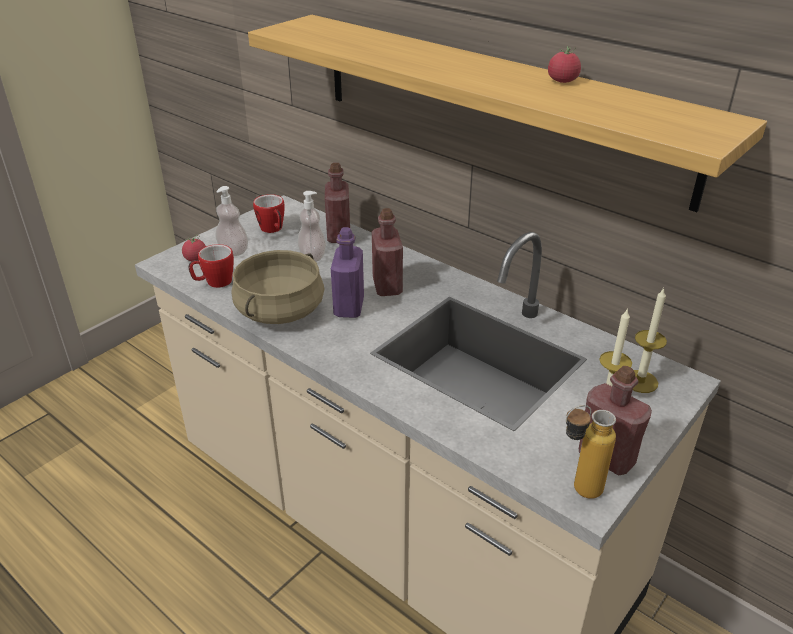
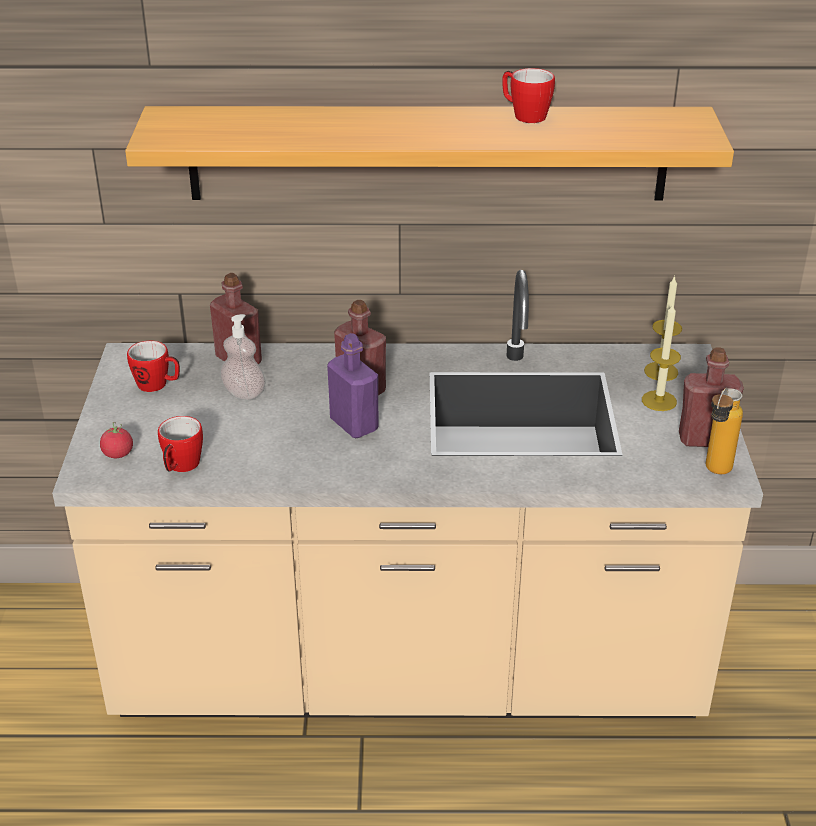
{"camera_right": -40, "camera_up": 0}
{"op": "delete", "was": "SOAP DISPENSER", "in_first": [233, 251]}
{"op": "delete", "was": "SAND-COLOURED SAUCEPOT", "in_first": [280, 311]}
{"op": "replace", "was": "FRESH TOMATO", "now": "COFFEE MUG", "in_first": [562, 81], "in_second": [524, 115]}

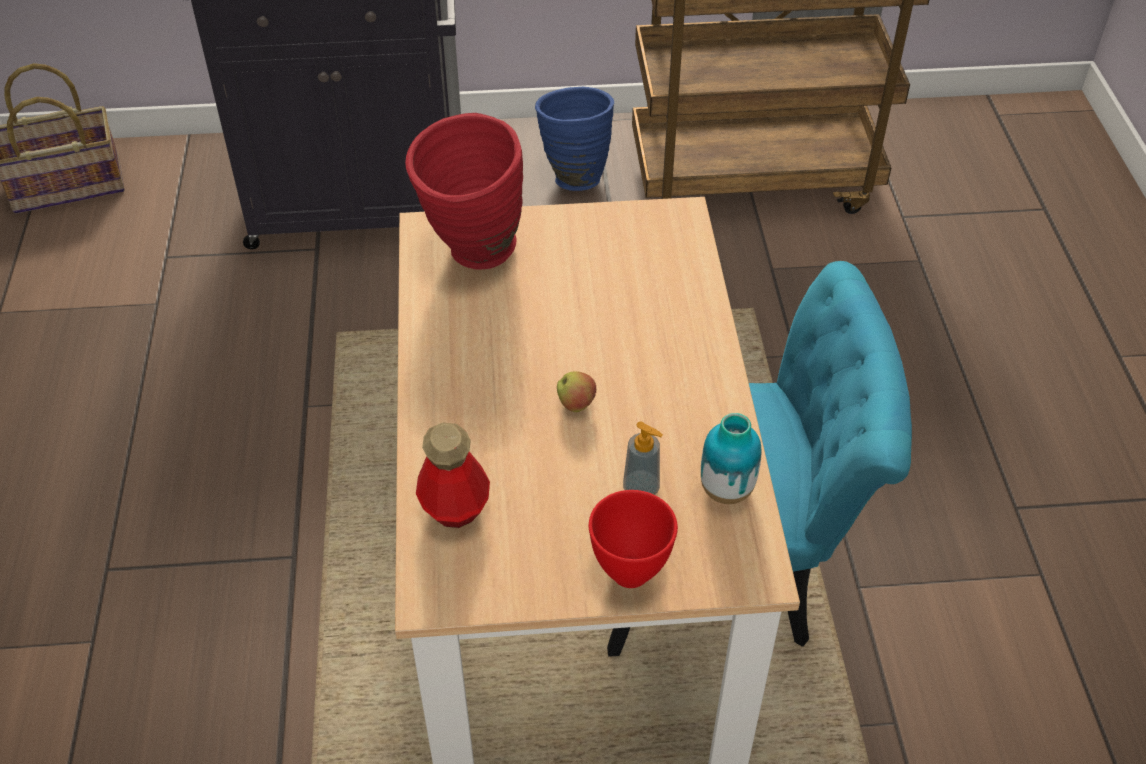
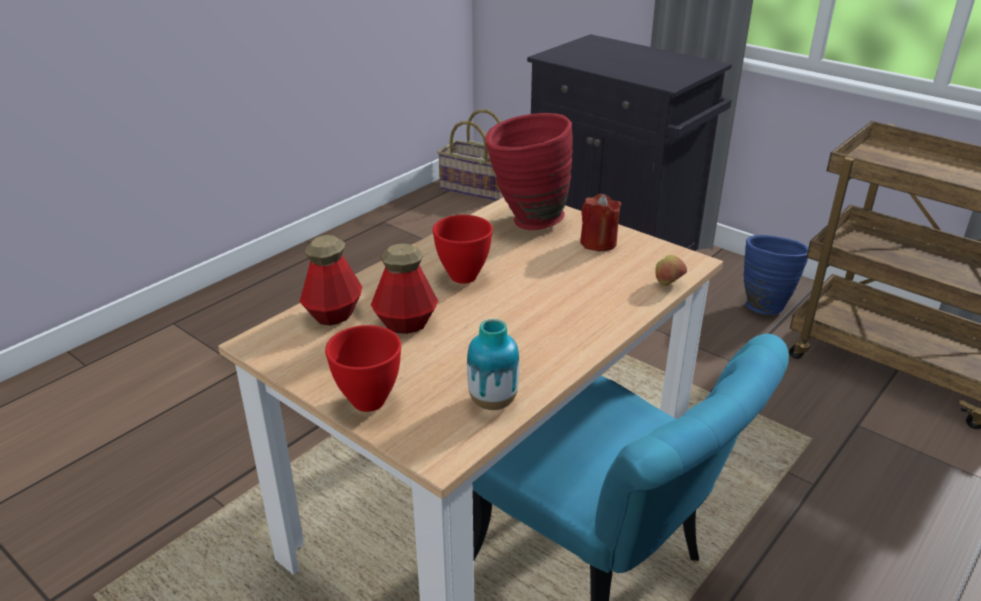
{"camera_right": 45, "camera_up": -15}
{"op": "delete", "was": "SOAP DISPENSER", "in_first": [641, 489]}
{"op": "insert", "now": "BOTTLE", "in_second": [406, 323]}
{"op": "insert", "now": "REDDISH BOWL", "in_second": [464, 276]}
{"op": "insert", "now": "REDDISH WAX LIGHT", "in_second": [598, 243]}
{"op": "move", "was": "WHOLE APPLE", "in_first": [576, 404], "in_second": [668, 284]}

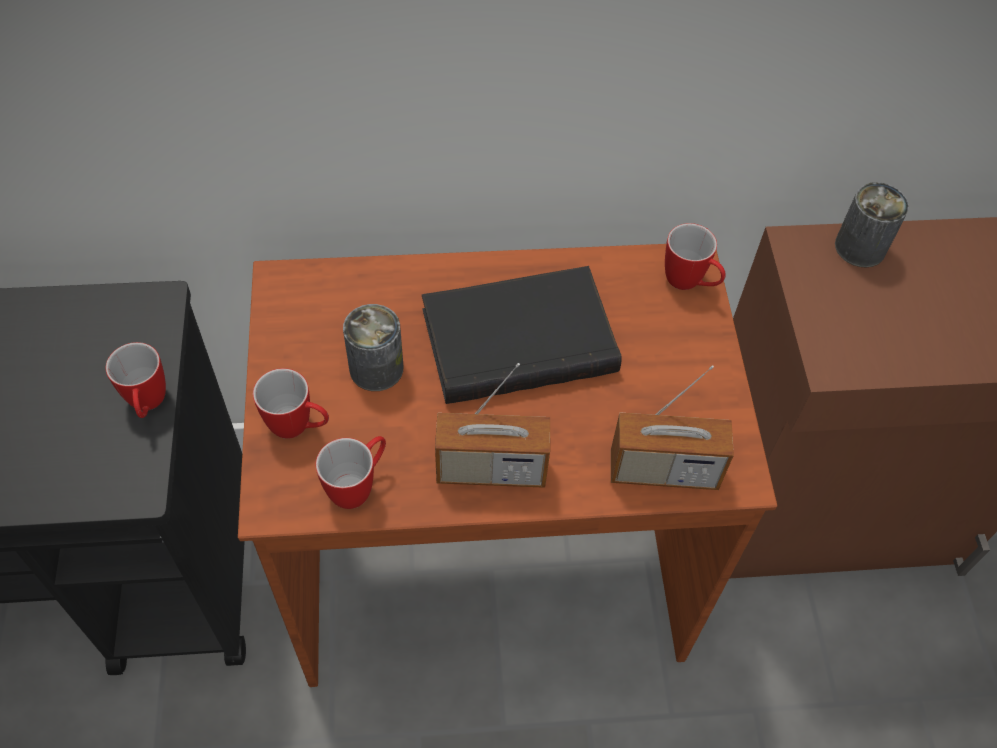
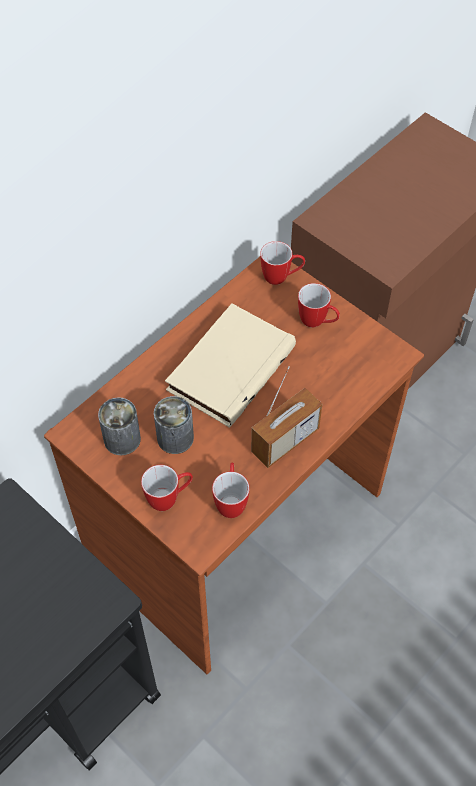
{"camera_right": -40, "camera_up": 0}
{"op": "delete", "was": "RADIO SET", "in_first": [663, 471]}
{"op": "move", "was": "COFFEE MUG", "in_first": [148, 405], "in_second": [317, 322]}
{"op": "move", "was": "CAN", "in_first": [860, 247], "in_second": [122, 439]}
{"op": "recolor", "was": "BLACK VOLUME", "now": "SAND-COLOURED VOLUME", "in_first": [519, 337], "in_second": [229, 367]}

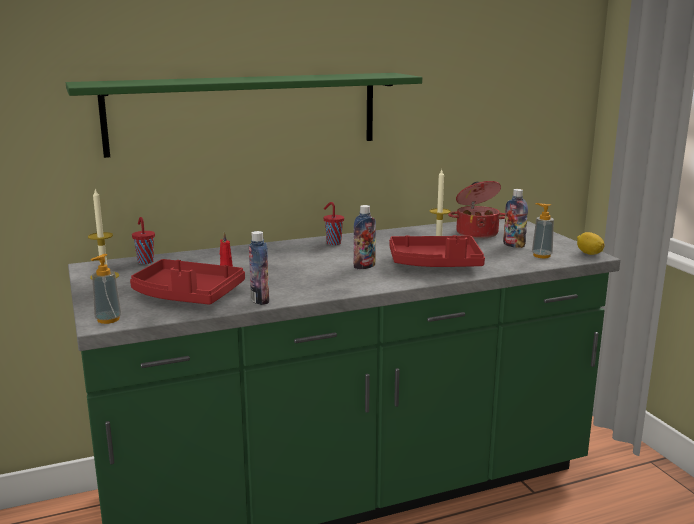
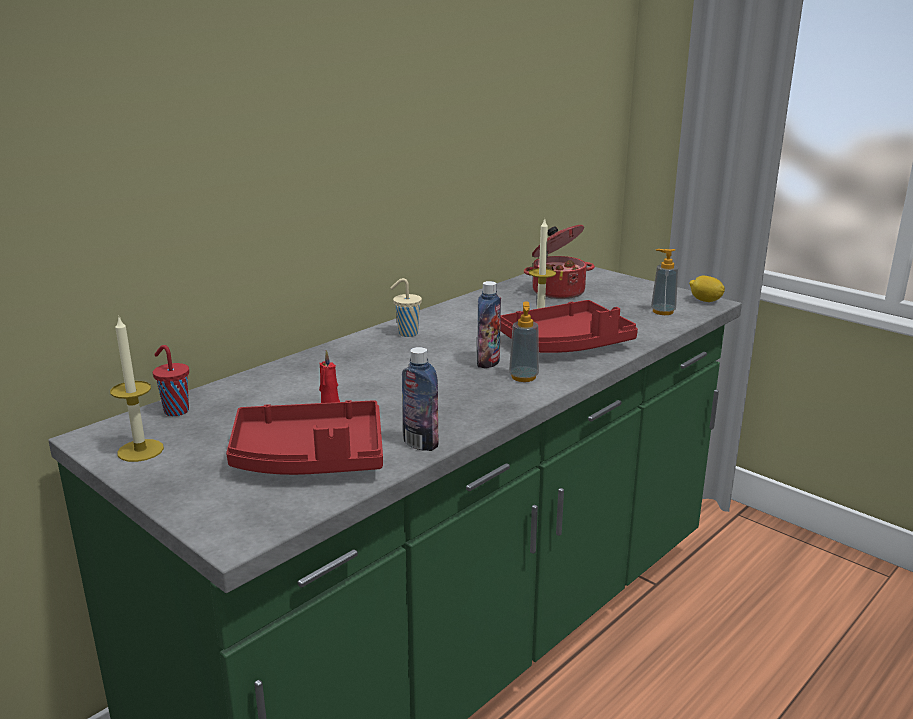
{"camera_right": -25, "camera_up": 5}
{"op": "delete", "was": "GREEN-COLOURED WALL SHELF", "in_first": [244, 113]}
{"op": "delete", "was": "BOTTLE", "in_first": [513, 245]}
{"op": "move", "was": "SOAP DISPENSER", "in_first": [108, 319], "in_second": [523, 377]}
{"op": "recolor", "was": "REDDISH SMALL CUP", "now": "SAND-COLOURED SMALL CUP", "in_first": [333, 243], "in_second": [406, 333]}

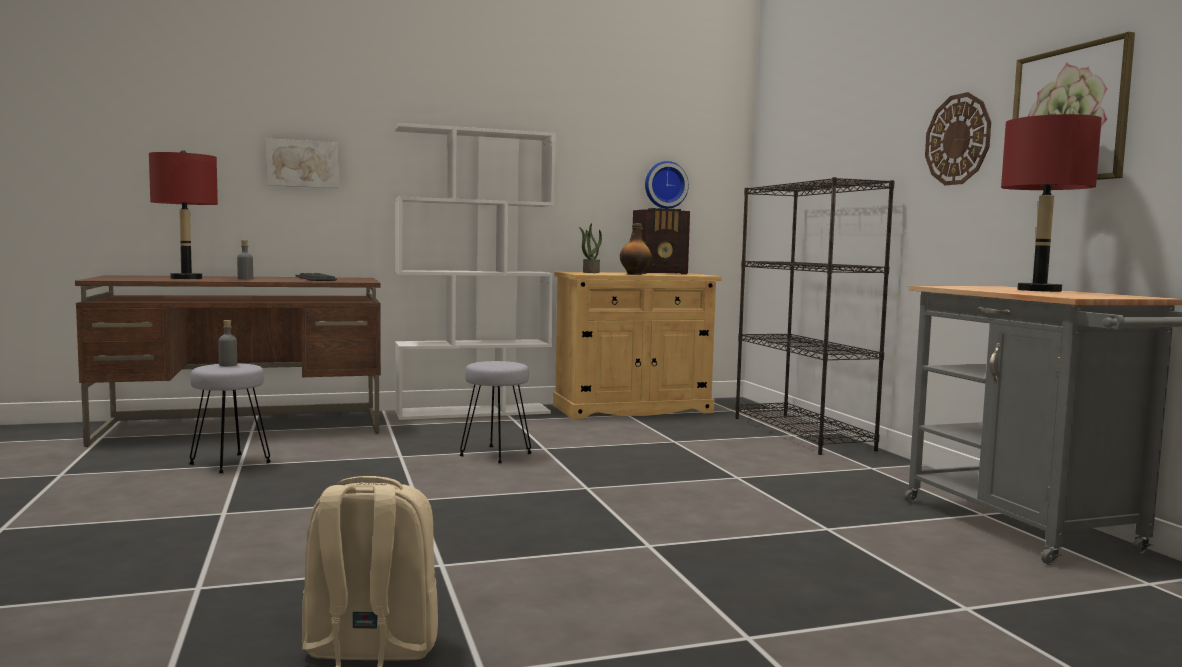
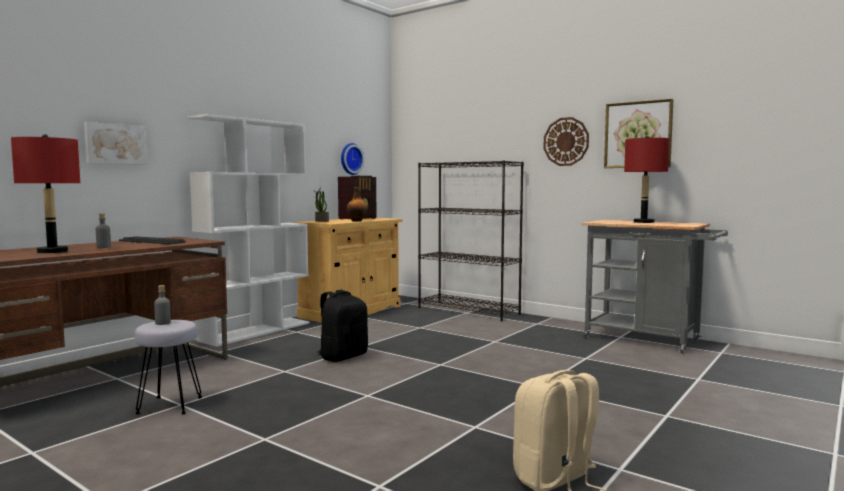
{"camera_right": -35, "camera_up": 0}
{"op": "replace", "was": "GREYISH STOOL SEAT", "now": "BLACK KNAPSACK", "in_first": [496, 454], "in_second": [343, 356]}

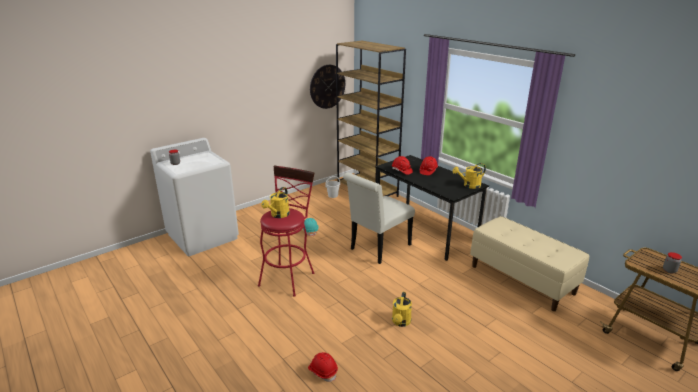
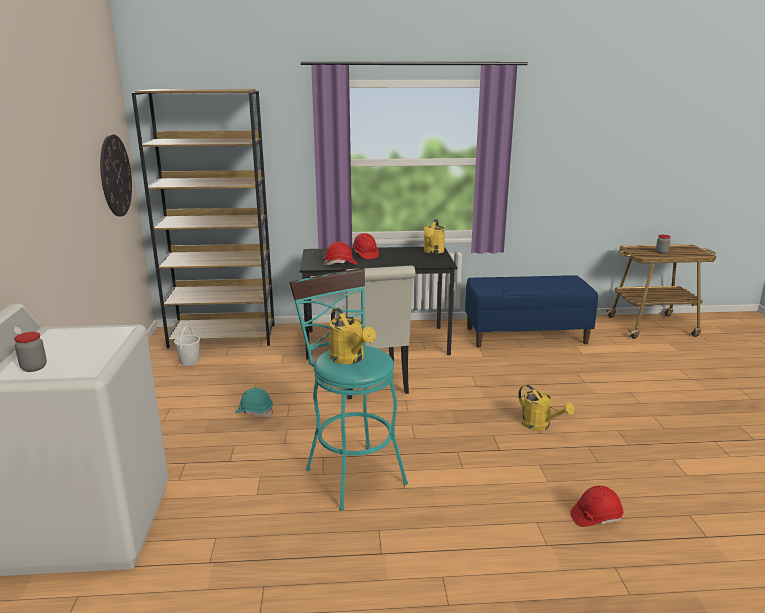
{"camera_right": -55, "camera_up": -5}
{"op": "recolor", "was": "REDDISH STOOL SEAT", "now": "TURQUOISE-COLOURED STOOL SEAT", "in_first": [289, 276], "in_second": [351, 471]}
{"op": "recolor", "was": "SAND-COLOURED INDOOR BENCH", "now": "BLUISH INDOOR BENCH", "in_first": [522, 279], "in_second": [526, 335]}

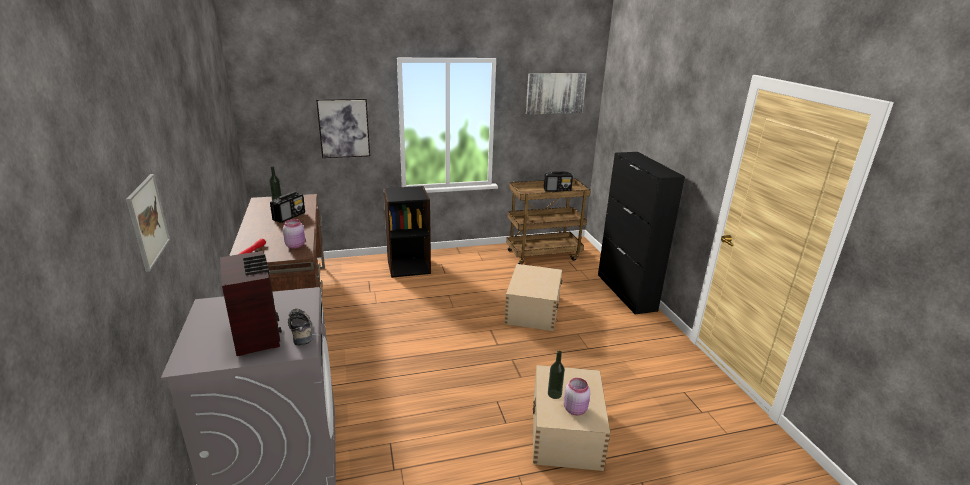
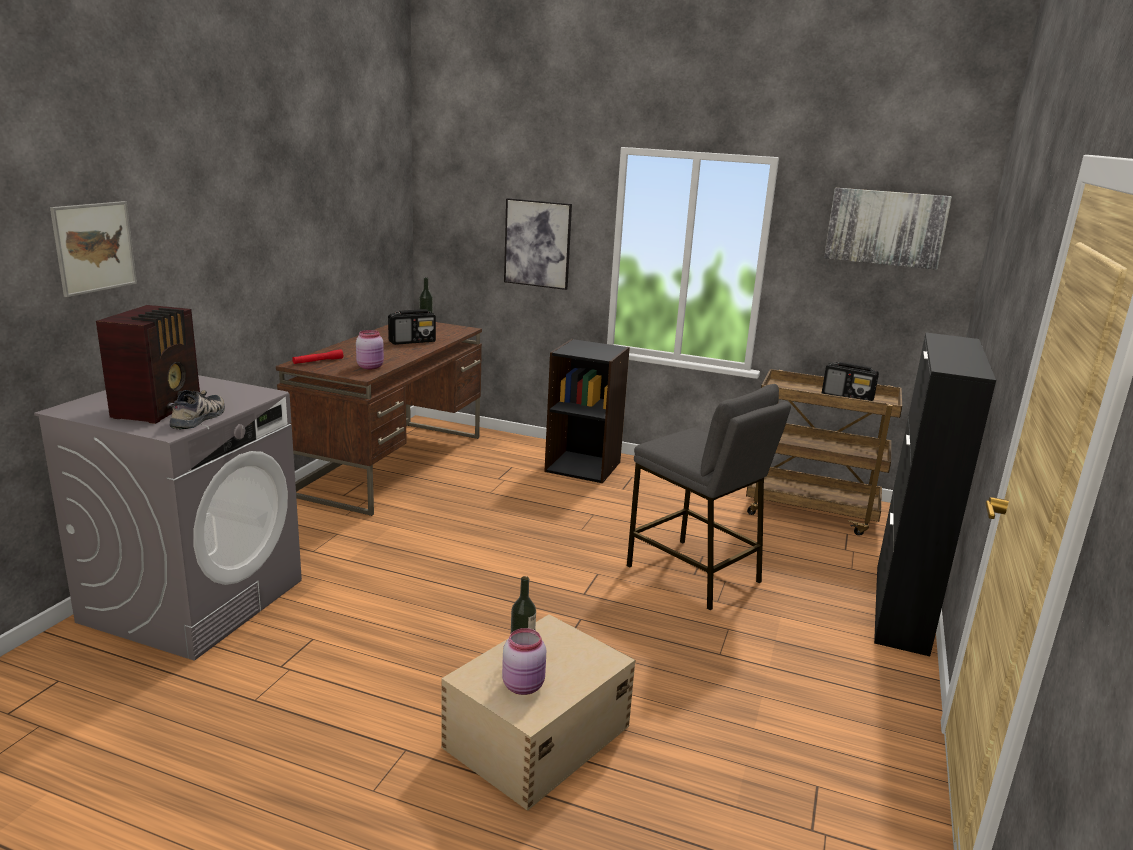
{"camera_right": 35, "camera_up": -5}
{"op": "replace", "was": "SAND-COLOURED STORAGE BOX", "now": "GREYISH STOOL SEAT", "in_first": [532, 310], "in_second": [694, 574]}

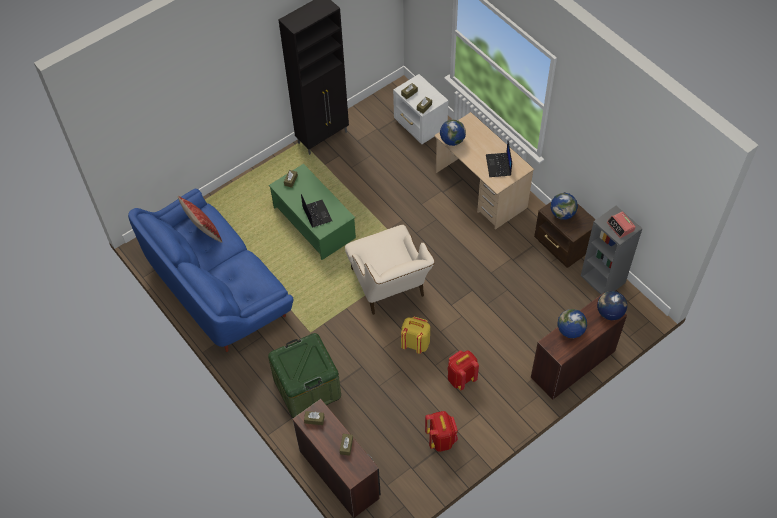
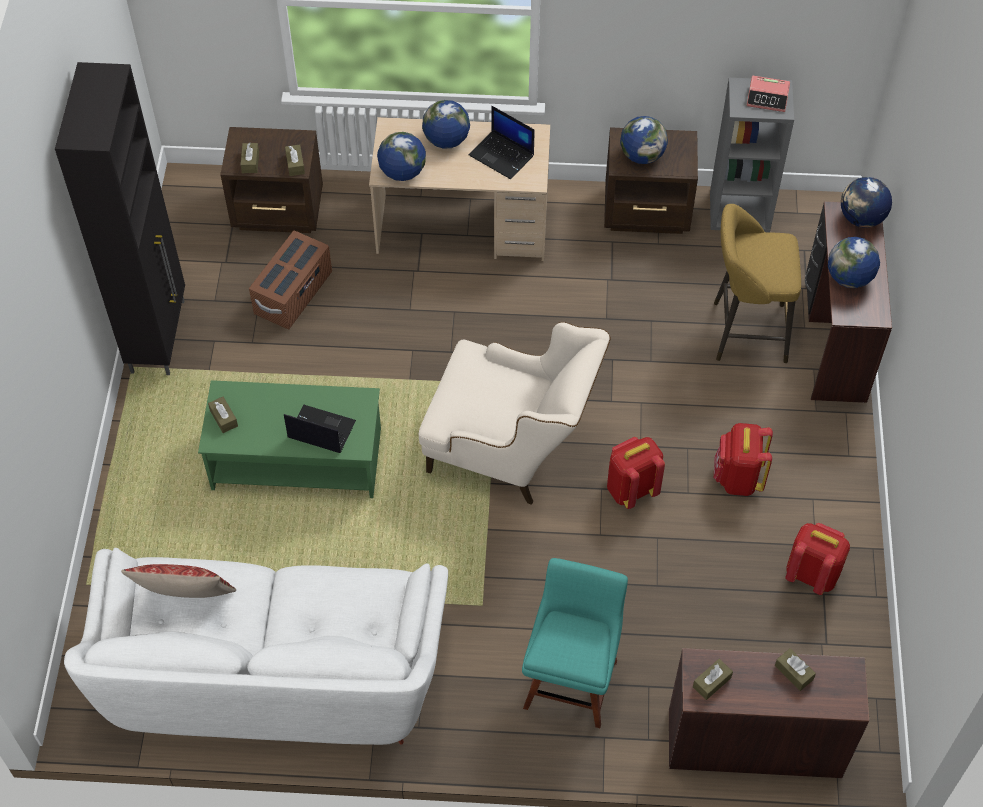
{"camera_right": -50, "camera_up": 0}
{"op": "insert", "now": "BROWNISH STORAGE BOX", "in_second": [293, 293]}
{"op": "insert", "now": "DESK GLOBE", "in_second": [446, 140]}
{"op": "insert", "now": "YELLOW STOOL SEAT", "in_second": [744, 331]}
{"op": "replace", "was": "GREEN-COLOURED STORAGE BOX", "now": "TURQUOISE-COLOURED PLAIN CHAIR", "in_first": [307, 387], "in_second": [572, 679]}
{"op": "recolor", "was": "BLUISH SOFA", "now": "WHITE-COLOURED SOFA", "in_first": [218, 286], "in_second": [272, 669]}
{"op": "recolor", "was": "WHITE-COLOURED BEDSIDE TABLE", "now": "BROWNISH BEDSIDE TABLE", "in_first": [420, 127], "in_second": [279, 212]}
{"op": "recolor", "was": "YELLOW KNAPSACK", "now": "REDDISH KNAPSACK", "in_first": [415, 343], "in_second": [631, 489]}

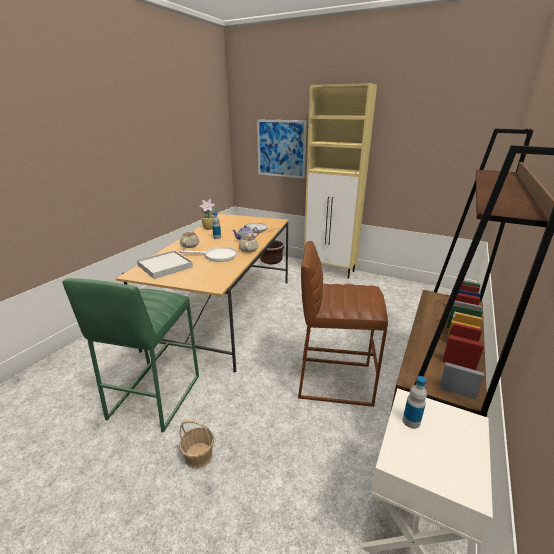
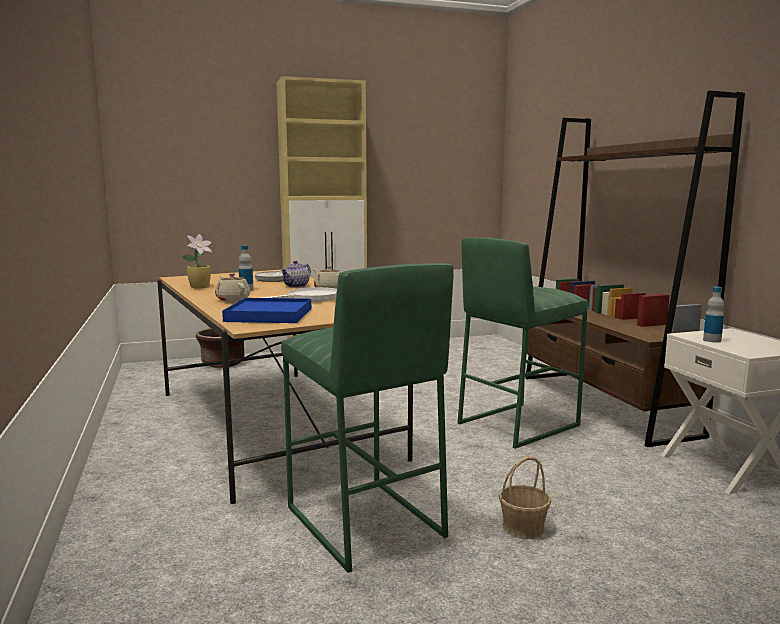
{"camera_right": -45, "camera_up": -15}
{"op": "delete", "was": "WALL ART", "in_first": [281, 149]}
{"op": "recolor", "was": "WHITE-COLOURED TRAY", "now": "BLUISH TRAY", "in_first": [165, 266], "in_second": [269, 315]}
{"op": "recolor", "was": "BROWNISH STOOL SEAT", "now": "GREEN-COLOURED STOOL SEAT", "in_first": [334, 380], "in_second": [516, 424]}

